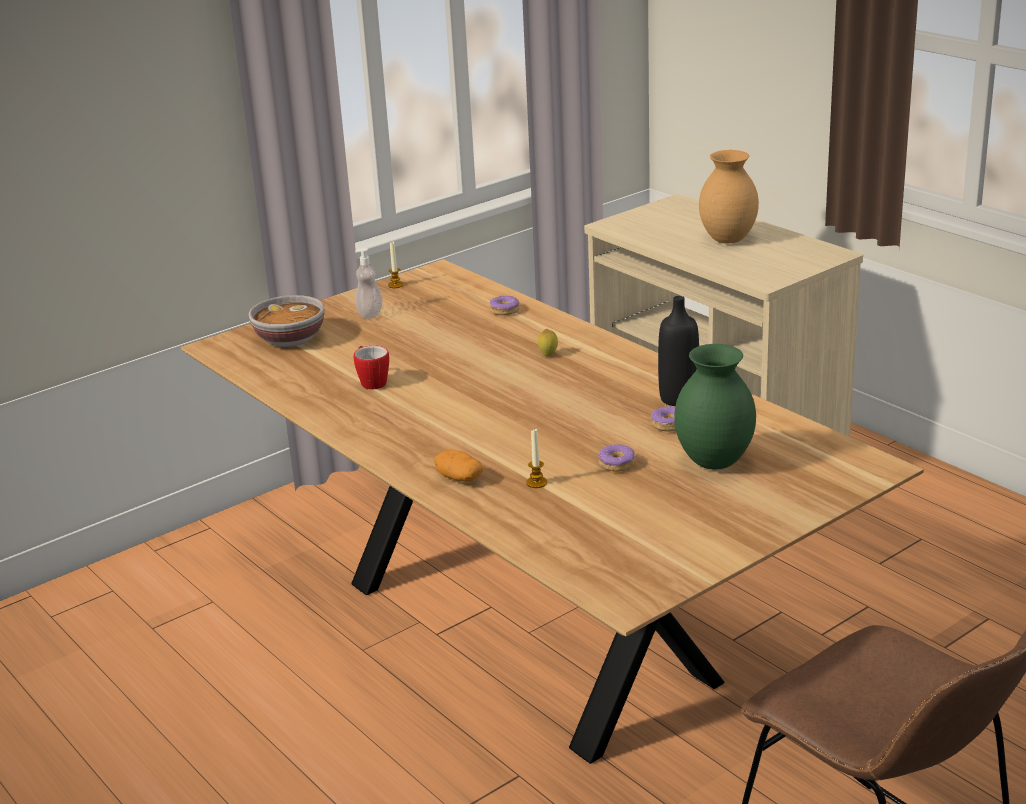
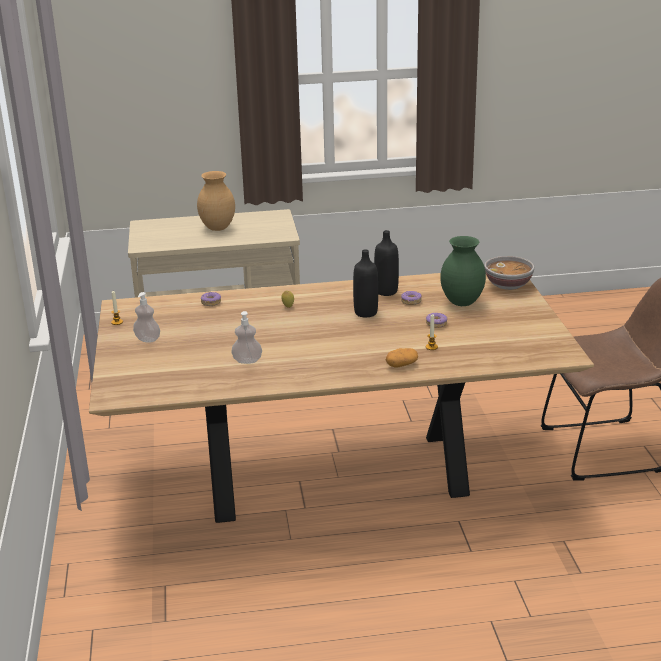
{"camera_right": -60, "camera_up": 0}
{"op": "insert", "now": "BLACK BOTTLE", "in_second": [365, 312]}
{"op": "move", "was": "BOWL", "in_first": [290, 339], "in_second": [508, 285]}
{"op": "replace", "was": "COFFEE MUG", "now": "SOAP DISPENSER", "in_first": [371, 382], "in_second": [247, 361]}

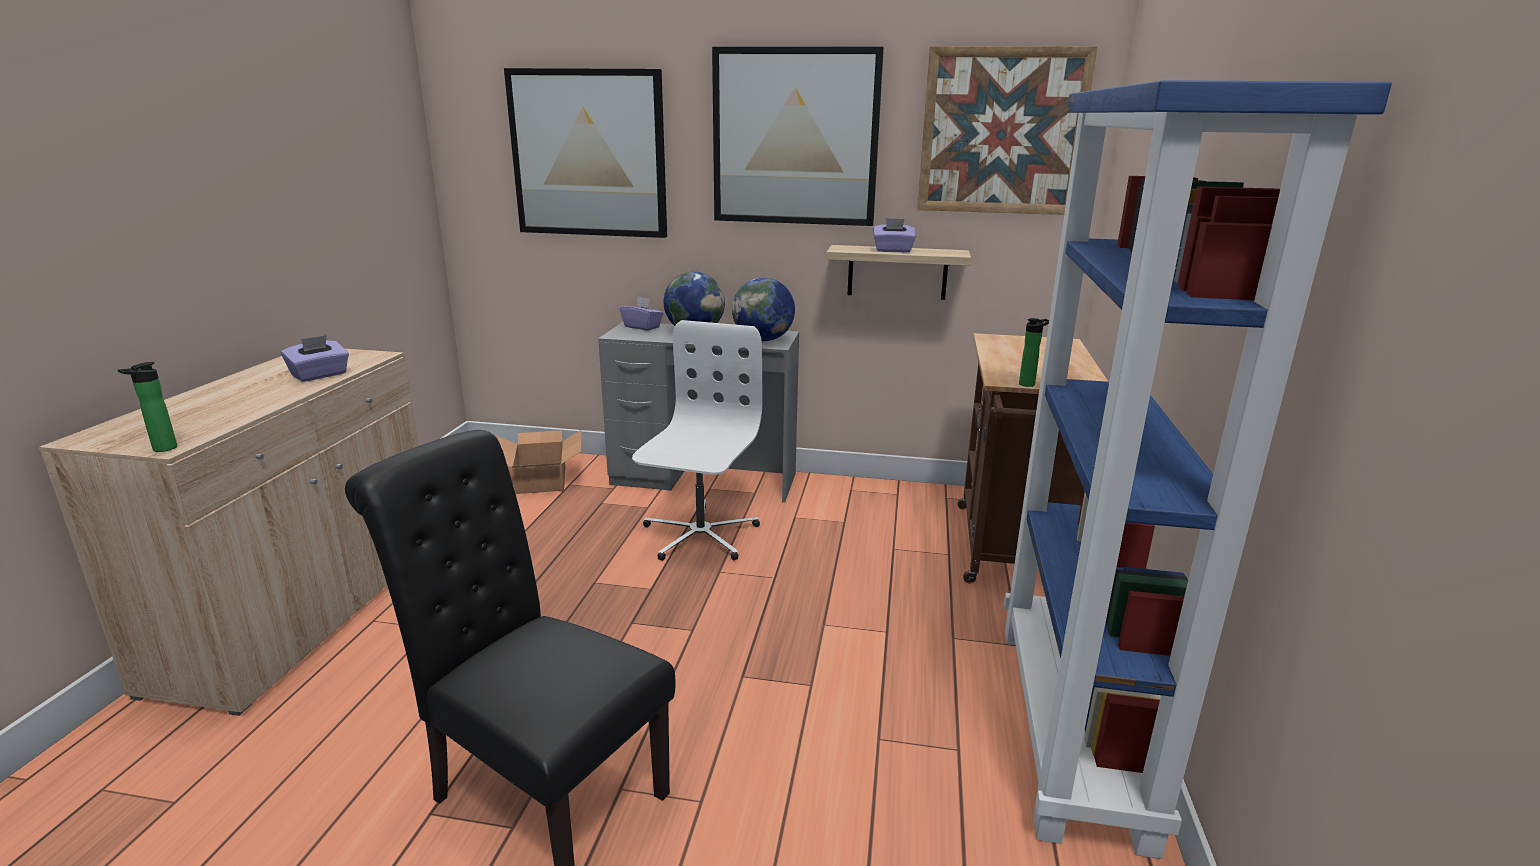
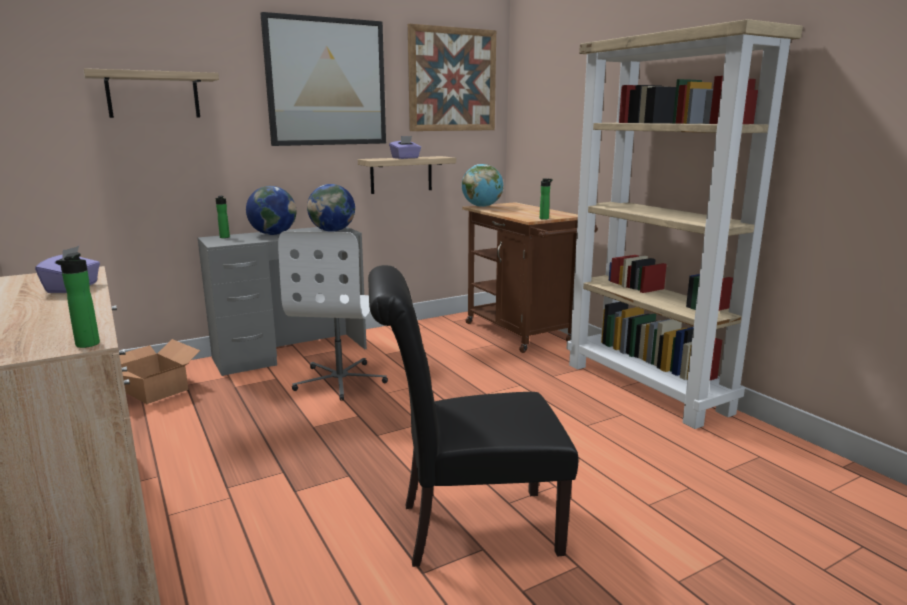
{"camera_right": -40, "camera_up": -5}
{"op": "insert", "now": "DESK GLOBE", "in_second": [482, 206]}
{"op": "replace", "was": "WALL ART", "now": "WALL SHELF", "in_first": [589, 154], "in_second": [153, 95]}
{"op": "replace", "was": "PURPLE TISSUE BOX", "now": "BOTTLE", "in_first": [642, 327], "in_second": [224, 237]}
{"op": "recolor", "was": "BLUISH BOOKCASE", "now": "SAND-COLOURED BOOKCASE", "in_first": [1072, 727], "in_second": [647, 388]}
{"op": "rotate", "was": "WHITE-COLOURED COMPUTER CHAIR", "in_first": [699, 535], "in_second": [341, 380], "clockwise": -150}

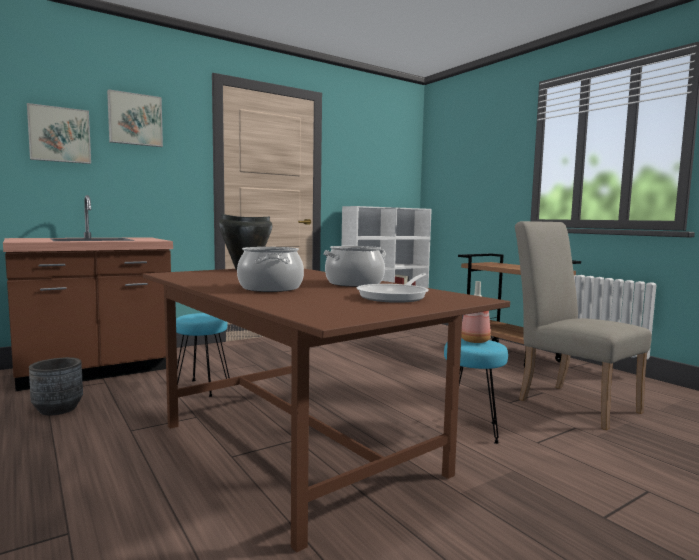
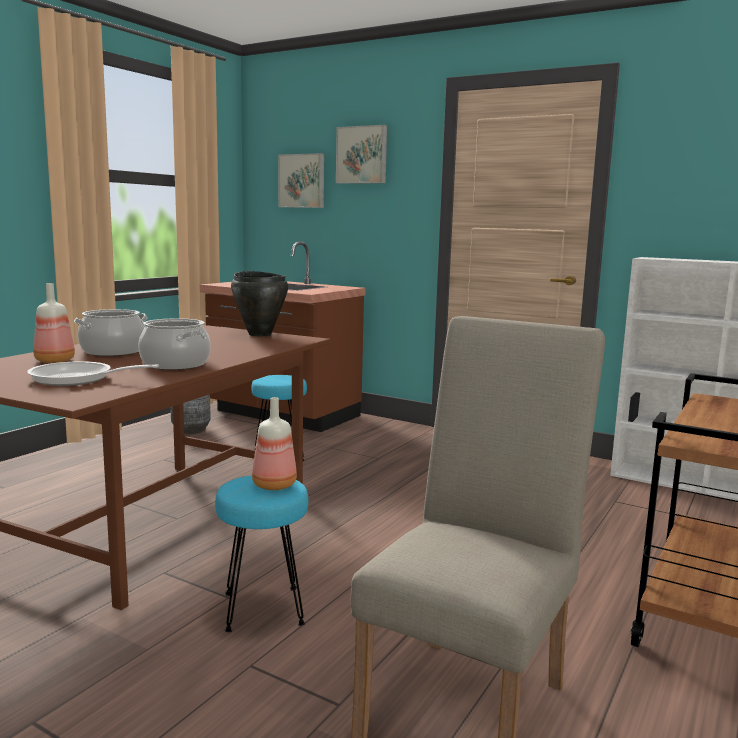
{"camera_right": 65, "camera_up": 5}
{"op": "insert", "now": "BOTTLE", "in_second": [53, 361]}

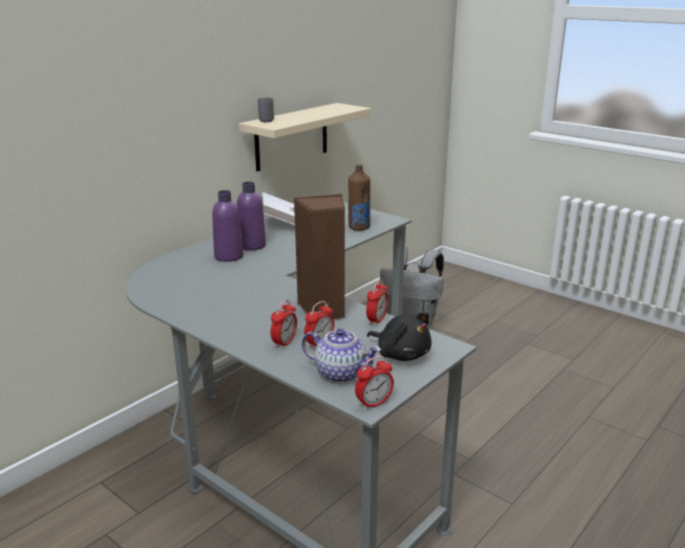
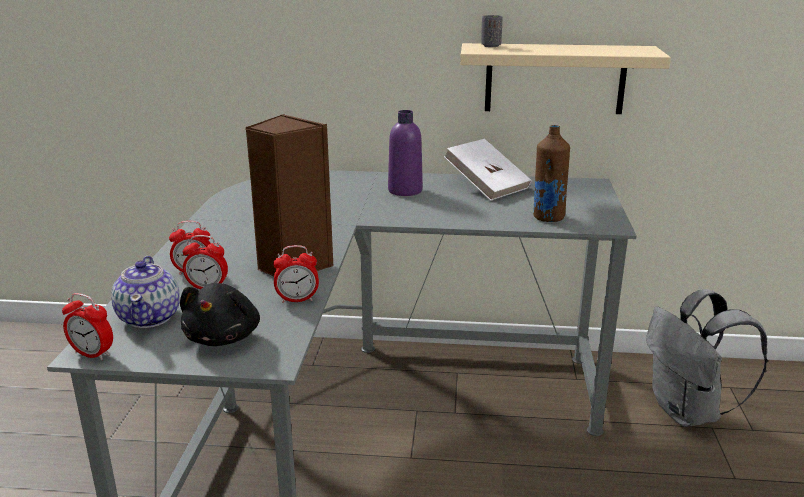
{"camera_right": 55, "camera_up": 0}
{"op": "delete", "was": "PURPLE BOTTLE", "in_first": [229, 256]}

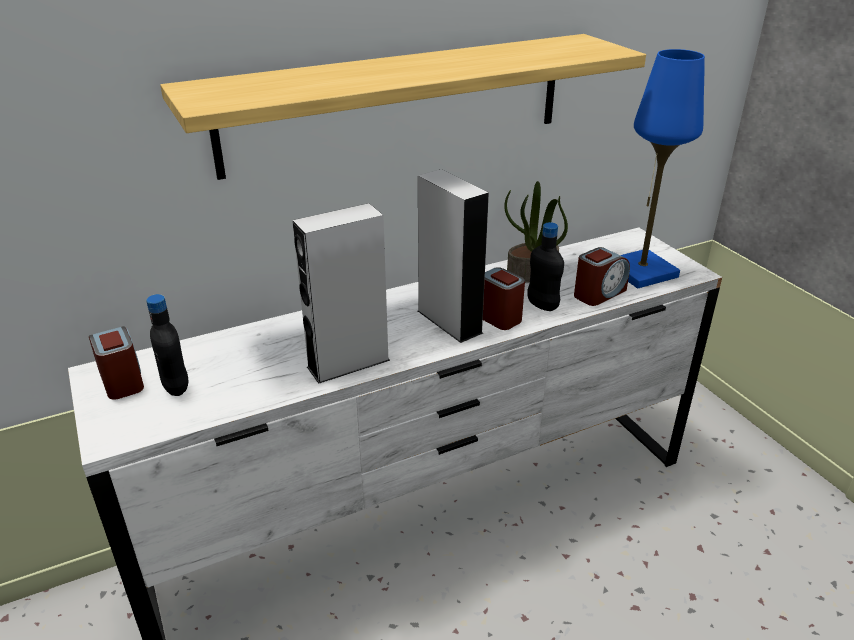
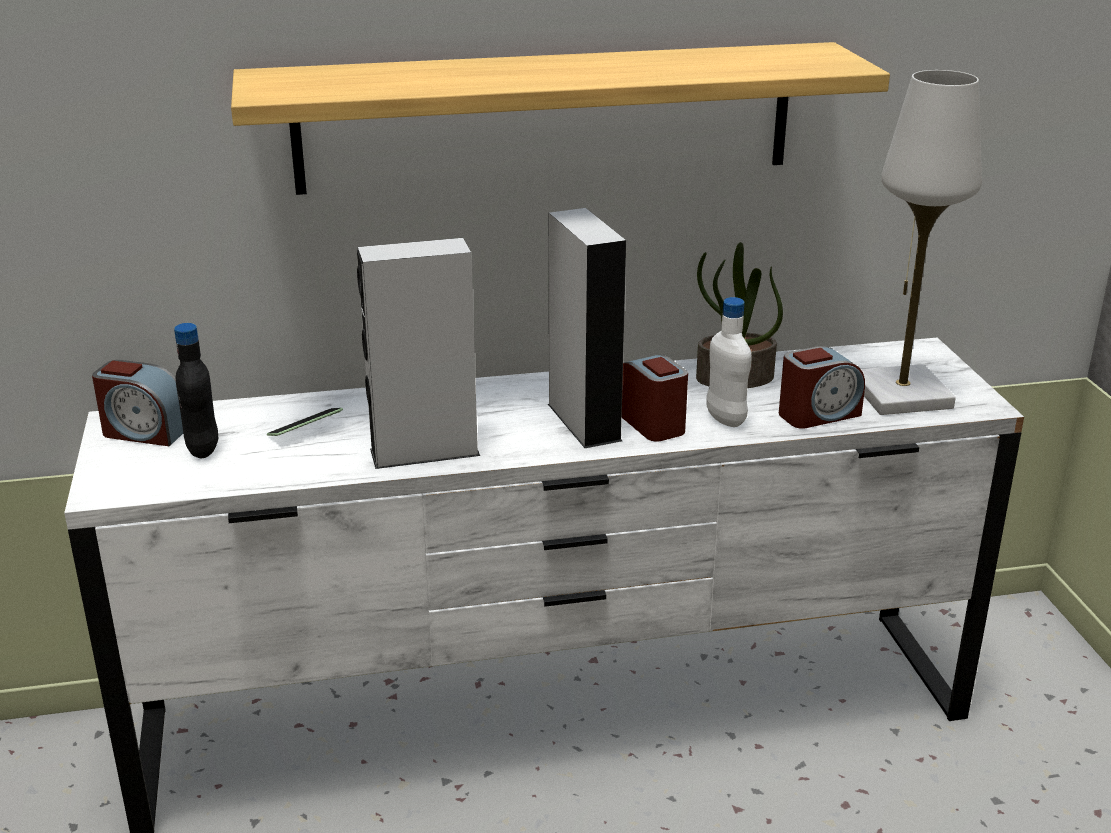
{"camera_right": 15, "camera_up": -5}
{"op": "insert", "now": "PHONE", "in_second": [305, 431]}
{"op": "recolor", "was": "BLACK BOTTLE", "now": "WHITE-COLOURED BOTTLE", "in_first": [542, 305], "in_second": [725, 419]}
{"op": "recolor", "was": "BLUISH TABLE LAMP", "now": "WHITE-COLOURED TABLE LAMP", "in_first": [641, 272], "in_second": [901, 395]}
{"op": "rotate", "was": "TABLE CLOCK", "in_first": [122, 379], "in_second": [144, 432], "clockwise": 120}

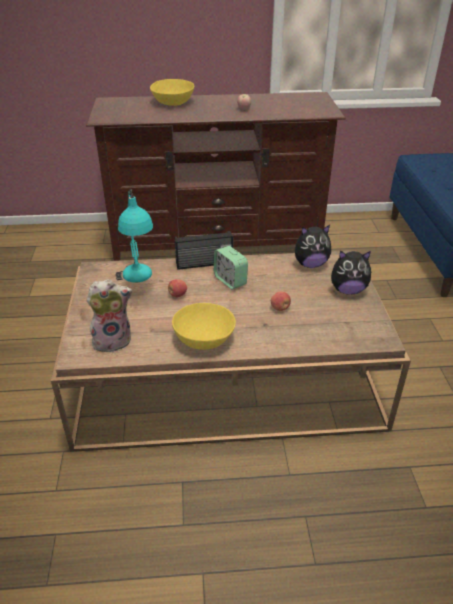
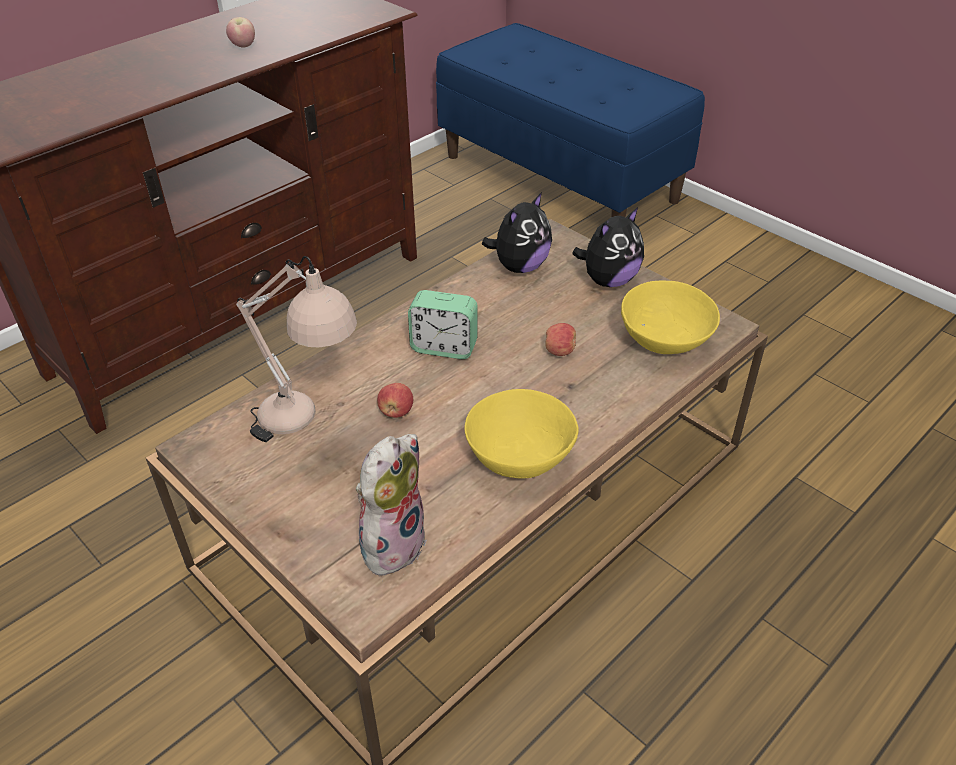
{"camera_right": -40, "camera_up": 5}
{"op": "delete", "was": "RADIO SET", "in_first": [204, 264]}
{"op": "move", "was": "YELLOW BOWL", "in_first": [173, 103], "in_second": [665, 339]}
{"op": "recolor", "was": "TURQUOISE-COLOURED TABLE LAMP", "now": "SAND-COLOURED TABLE LAMP", "in_first": [138, 283], "in_second": [309, 427]}

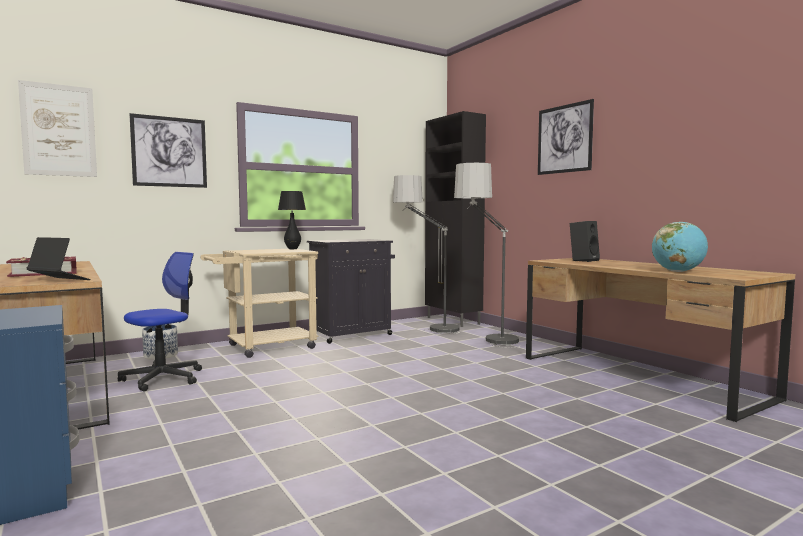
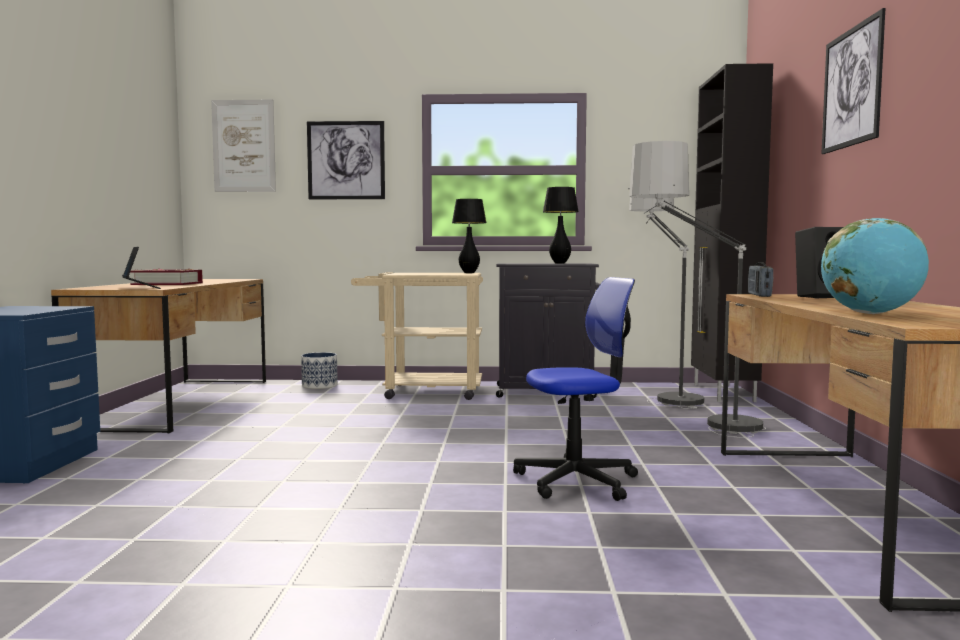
{"camera_right": 35, "camera_up": 0}
{"op": "insert", "now": "BLACK TABLE LAMP", "in_second": [559, 263]}
{"op": "insert", "now": "RADIO SET", "in_second": [759, 295]}
{"op": "move", "was": "COMPUTER CHAIR", "in_first": [163, 378], "in_second": [577, 481]}

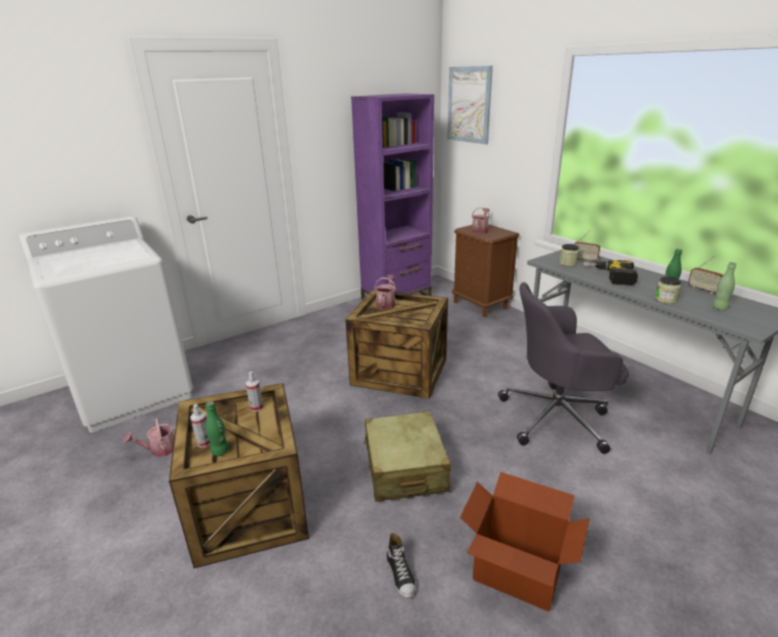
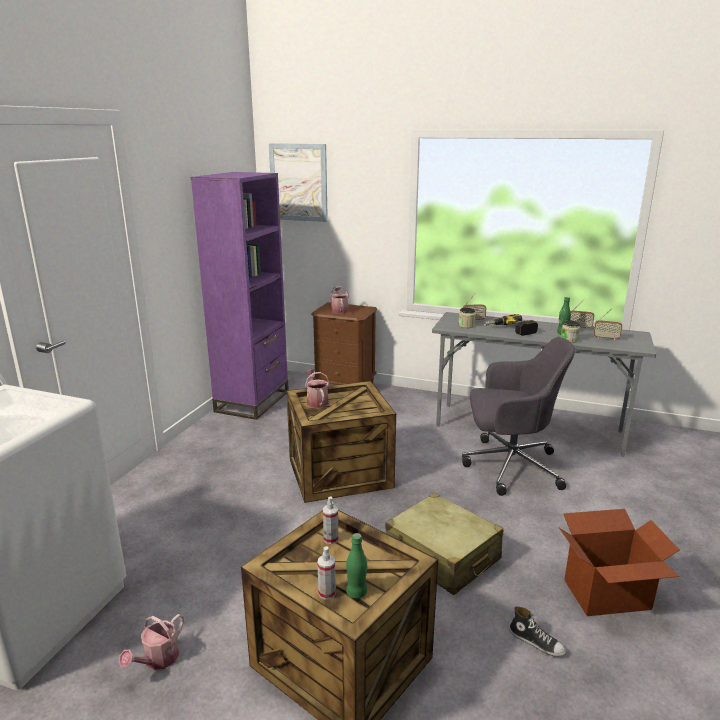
{"camera_right": -35, "camera_up": -5}
{"op": "replace", "was": "GREEN-COLOURED BOTTLE", "now": "RADIO SET", "in_first": [719, 308], "in_second": [606, 338]}
{"op": "rotate", "was": "GREYISH COMPUTER CHAIR", "in_first": [557, 417], "in_second": [509, 466], "clockwise": -135}

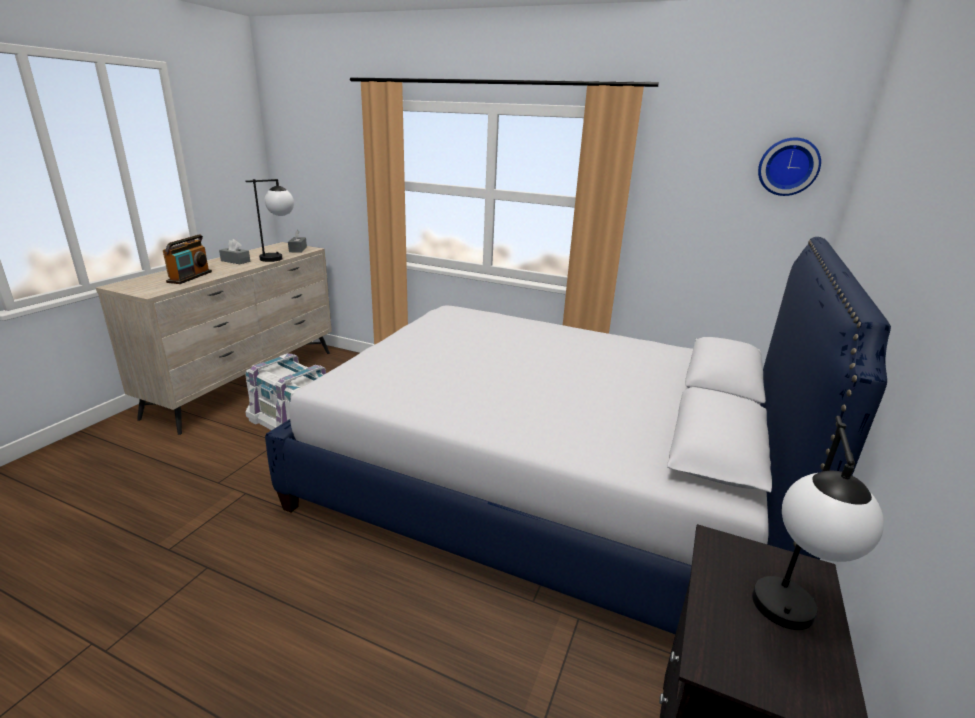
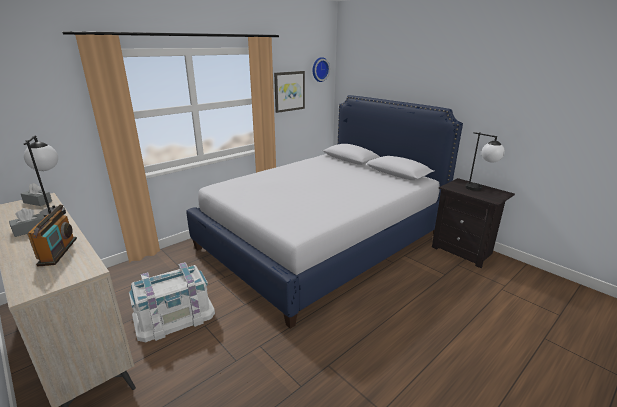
{"camera_right": -65, "camera_up": 0}
{"op": "insert", "now": "WALL ART", "in_second": [289, 91]}
{"op": "rotate", "was": "RADIO SET", "in_first": [190, 277], "in_second": [58, 251], "clockwise": 45}

